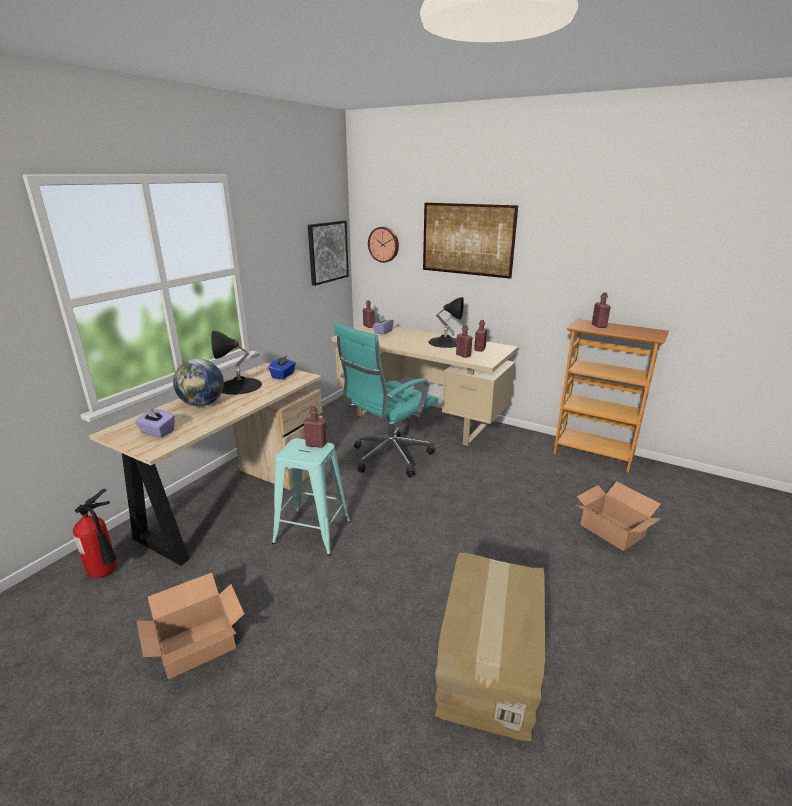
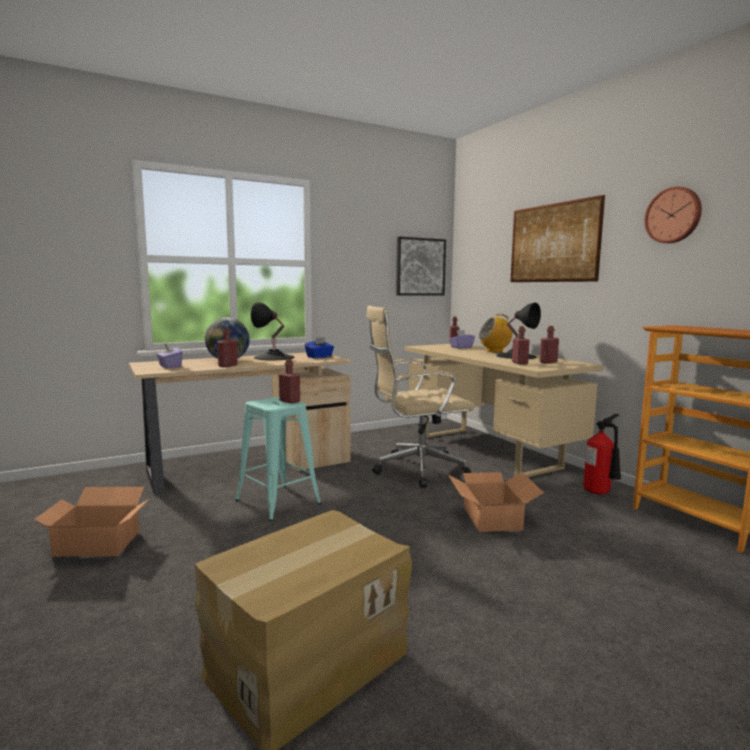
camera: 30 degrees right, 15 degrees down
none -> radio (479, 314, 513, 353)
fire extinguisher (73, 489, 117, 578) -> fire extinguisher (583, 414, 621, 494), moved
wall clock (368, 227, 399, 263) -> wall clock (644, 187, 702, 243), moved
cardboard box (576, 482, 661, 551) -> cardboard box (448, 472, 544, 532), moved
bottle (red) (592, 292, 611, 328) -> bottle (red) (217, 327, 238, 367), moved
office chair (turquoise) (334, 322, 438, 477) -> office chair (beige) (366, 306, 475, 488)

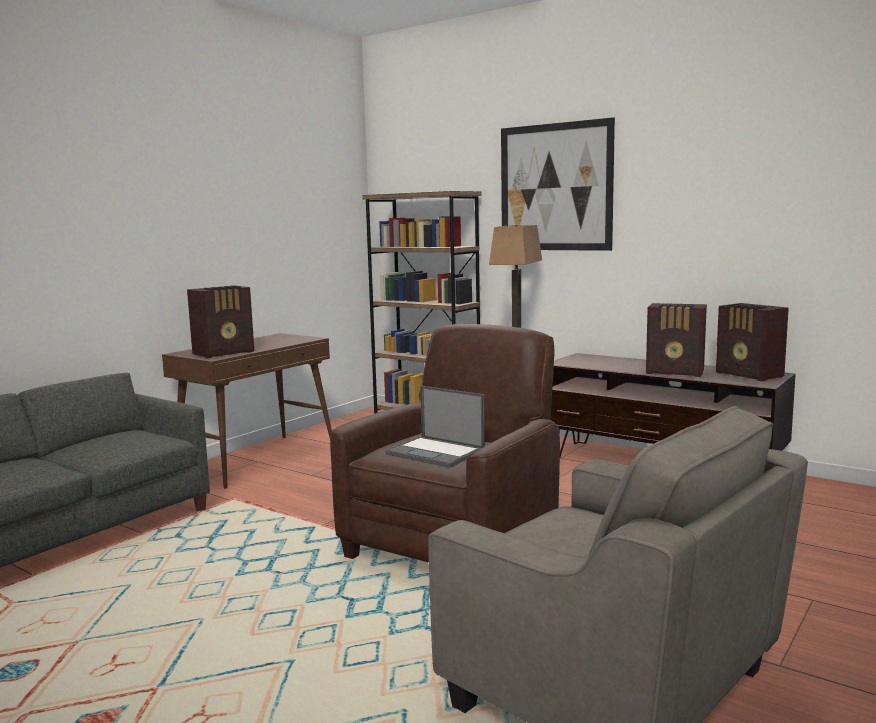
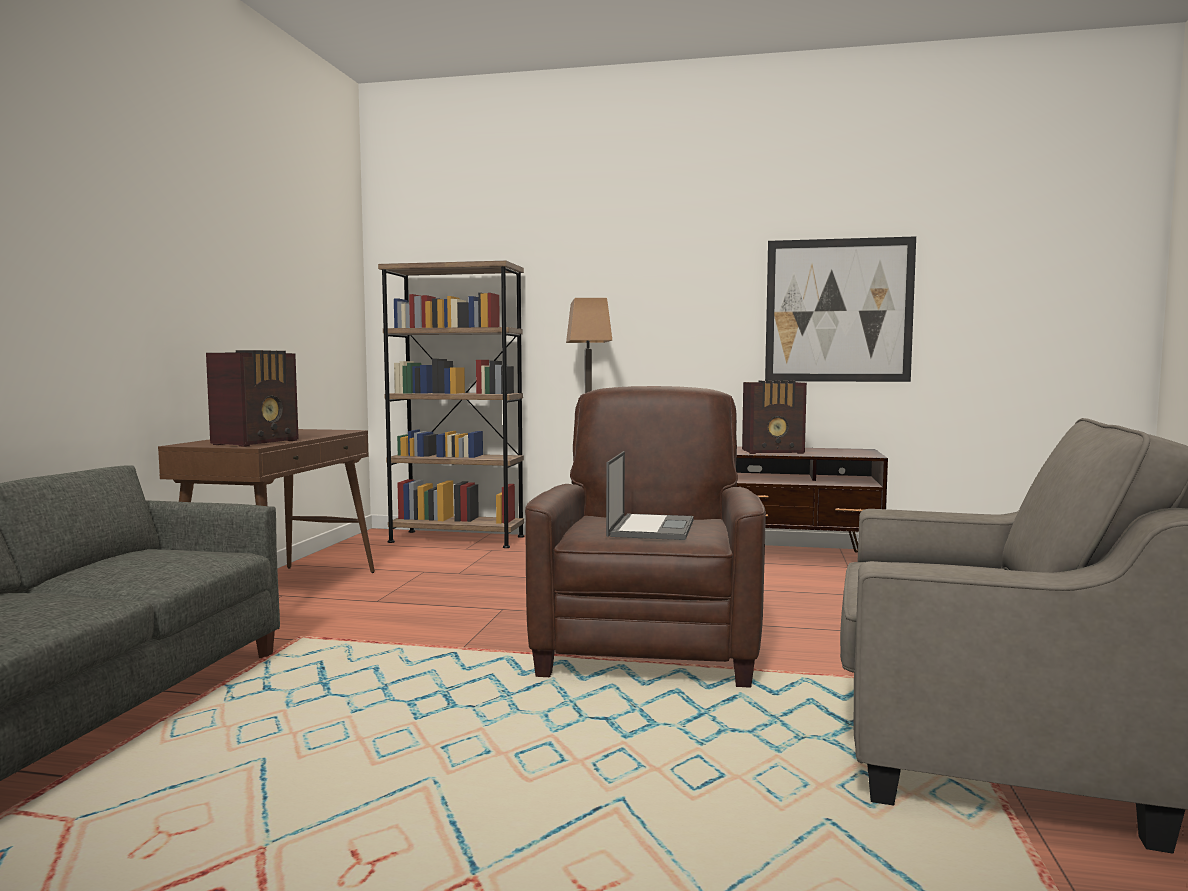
camera: 25 degrees left, 5 degrees down
radio (716, 303, 789, 381) -> none
picture (501, 117, 615, 251) -> picture (765, 236, 916, 382), moved
laptop (385, 386, 485, 468) -> laptop (606, 451, 694, 540), 90 degrees counterclockwise

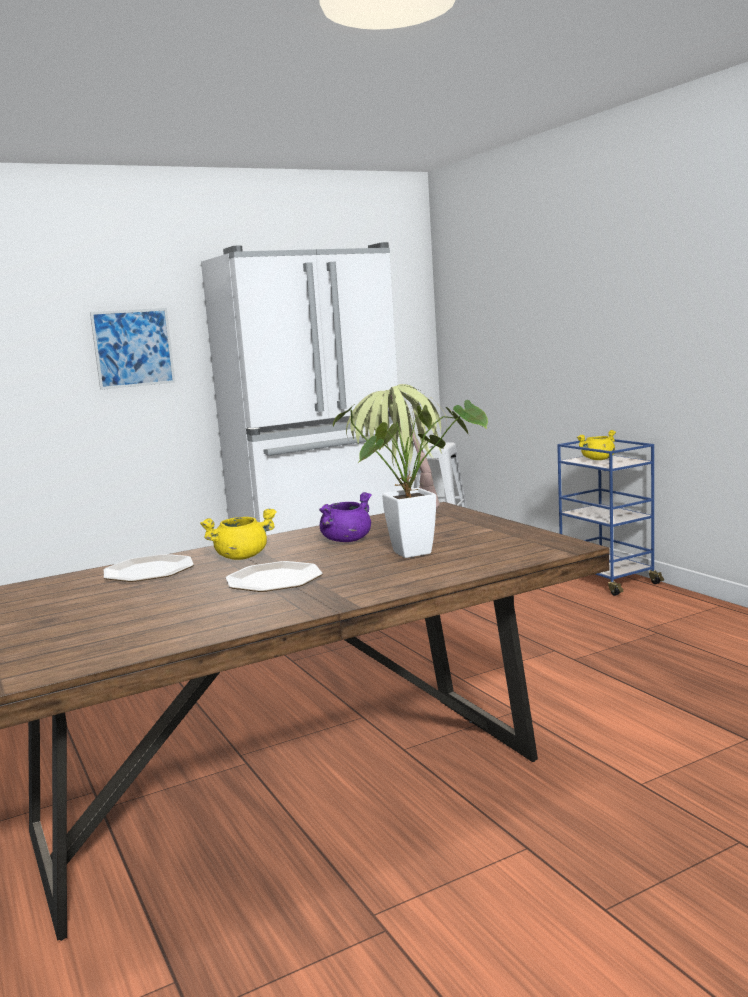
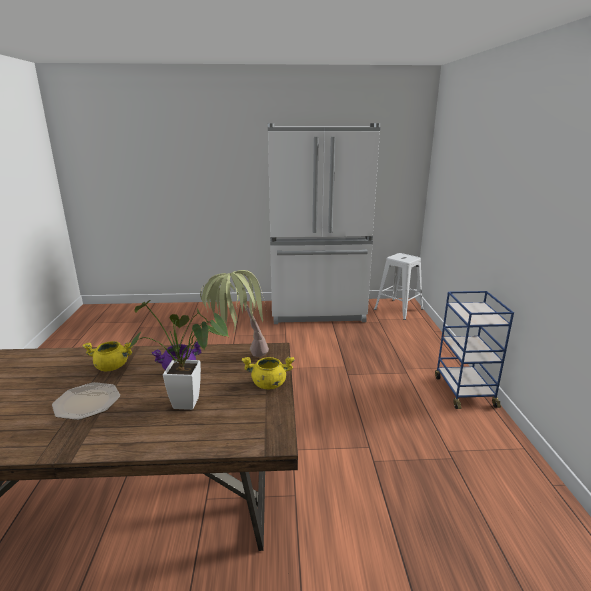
camera: 25 degrees right, 10 degrees up
picture (90, 308, 175, 390) -> none
plate (104, 554, 194, 582) -> none
cooking pot (yellow) (577, 430, 616, 460) -> cooking pot (yellow) (242, 357, 294, 389), moved

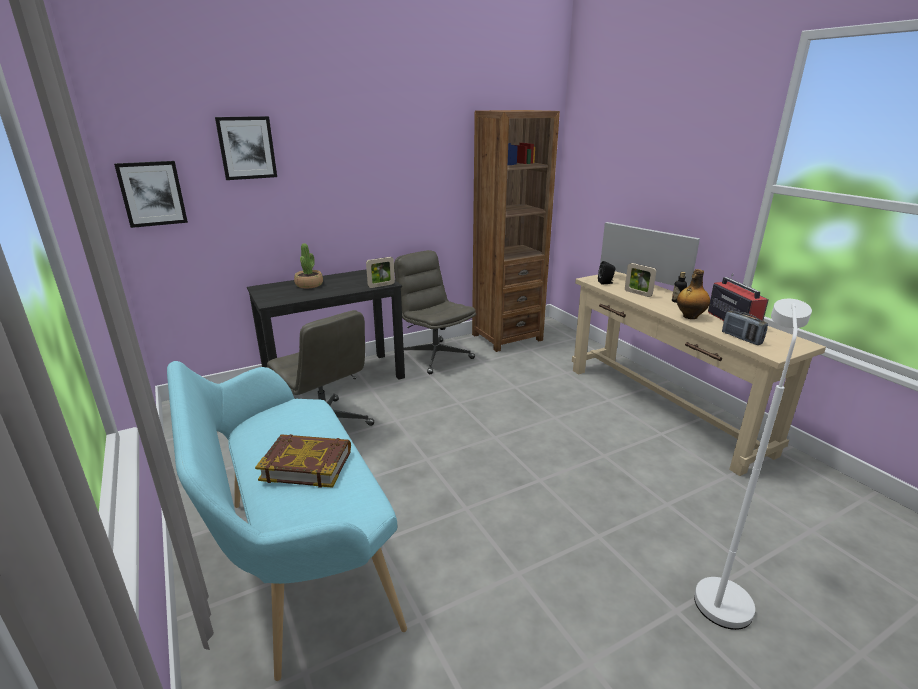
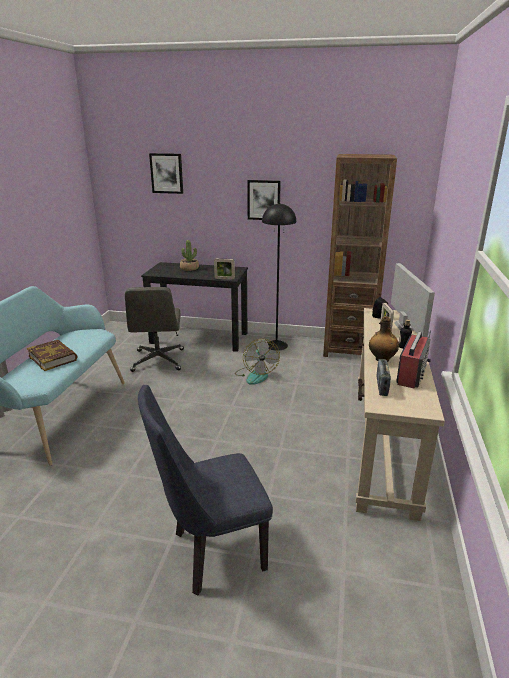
camera: 40 degrees right, 0 degrees up
none -> fan (235, 339, 280, 385)
picture (114, 161, 188, 228) -> picture (247, 180, 281, 220), moved
office chair (grey) (394, 250, 476, 374) -> floor lamp (black) (262, 203, 296, 351)
floor lamp (white) (694, 299, 812, 630) -> chair (blue) (138, 385, 273, 595)

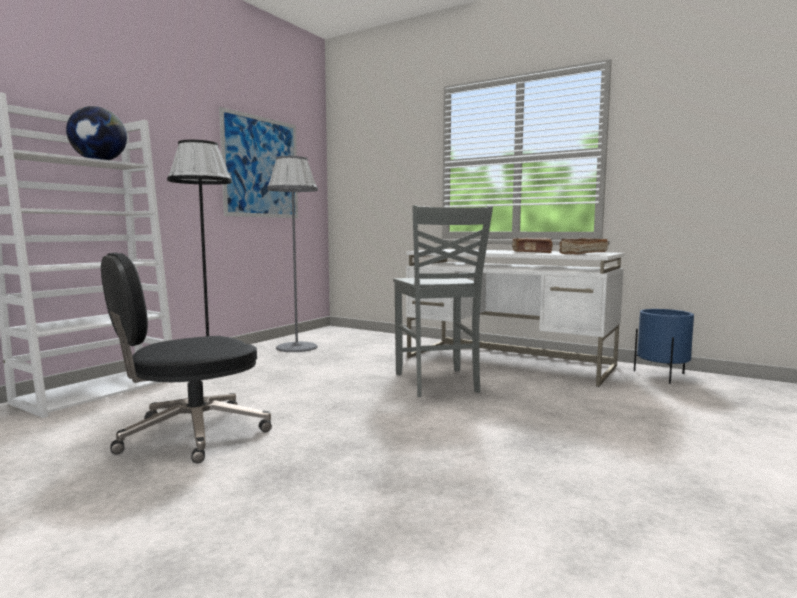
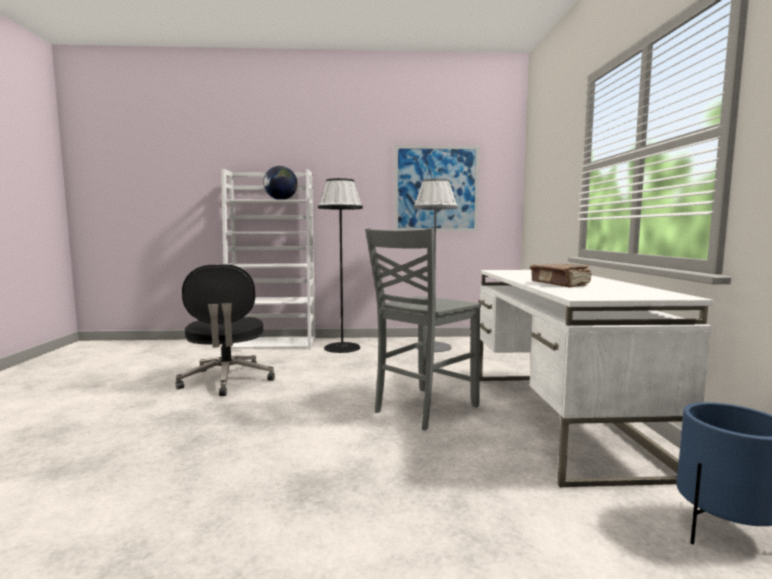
camera: 55 degrees right, 0 degrees up
book (brown) (559, 238, 608, 255) -> none
office chair (black) (101, 252, 272, 463) -> office chair (black) (175, 264, 275, 396), 120 degrees counterclockwise

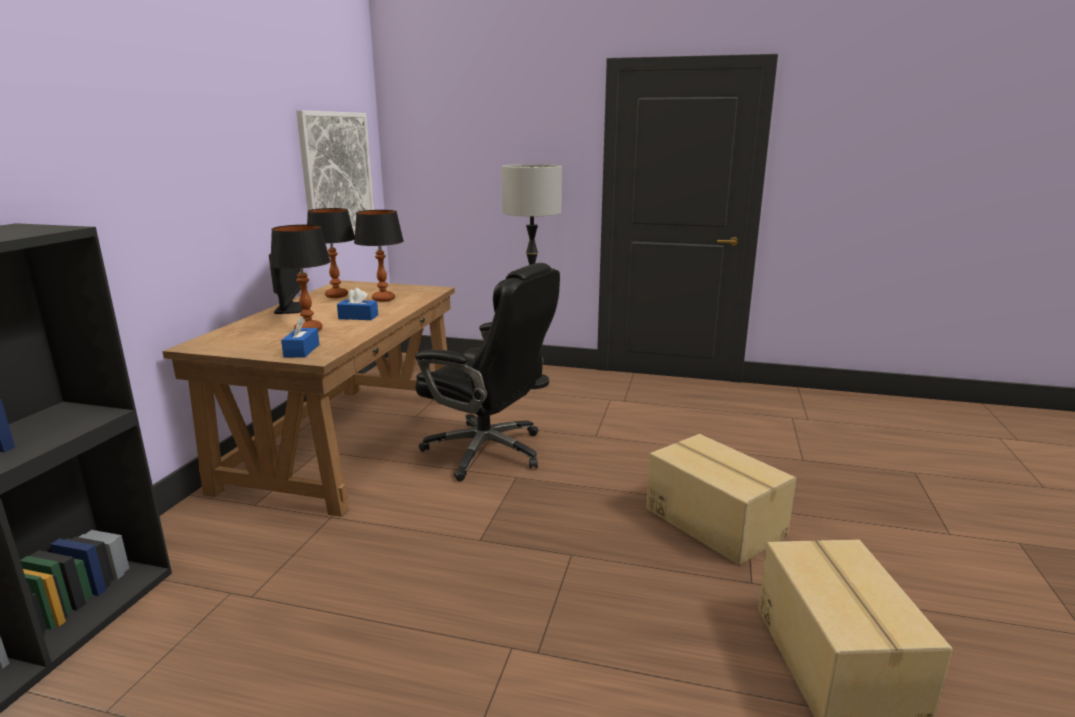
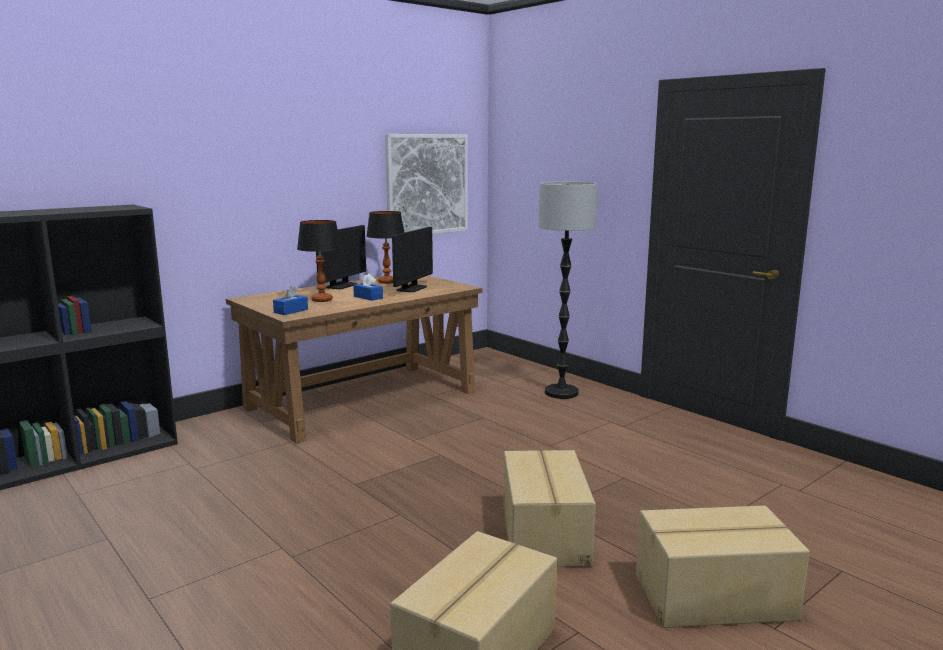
camera: 35 degrees right, 5 degrees down
office chair (black) (415, 263, 560, 481) -> none
none -> cardboard box (636, 506, 810, 628)
table lamp (354, 210, 404, 302) -> monitor (392, 227, 433, 292)

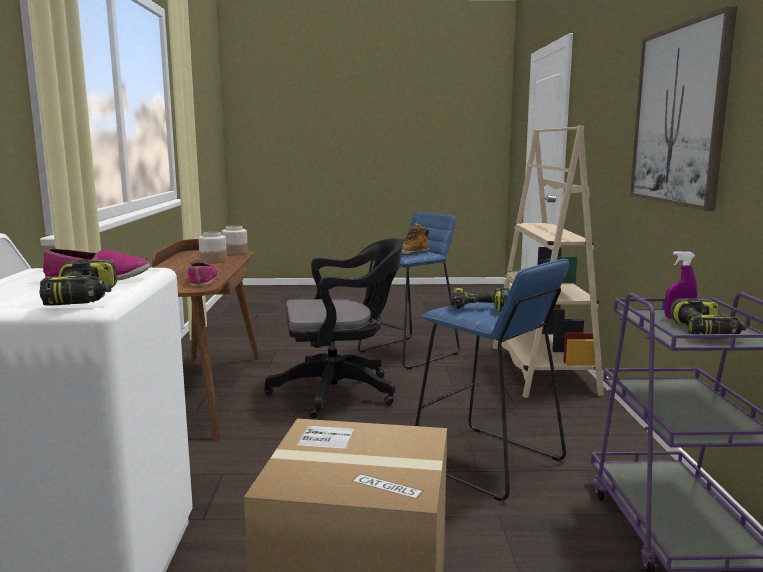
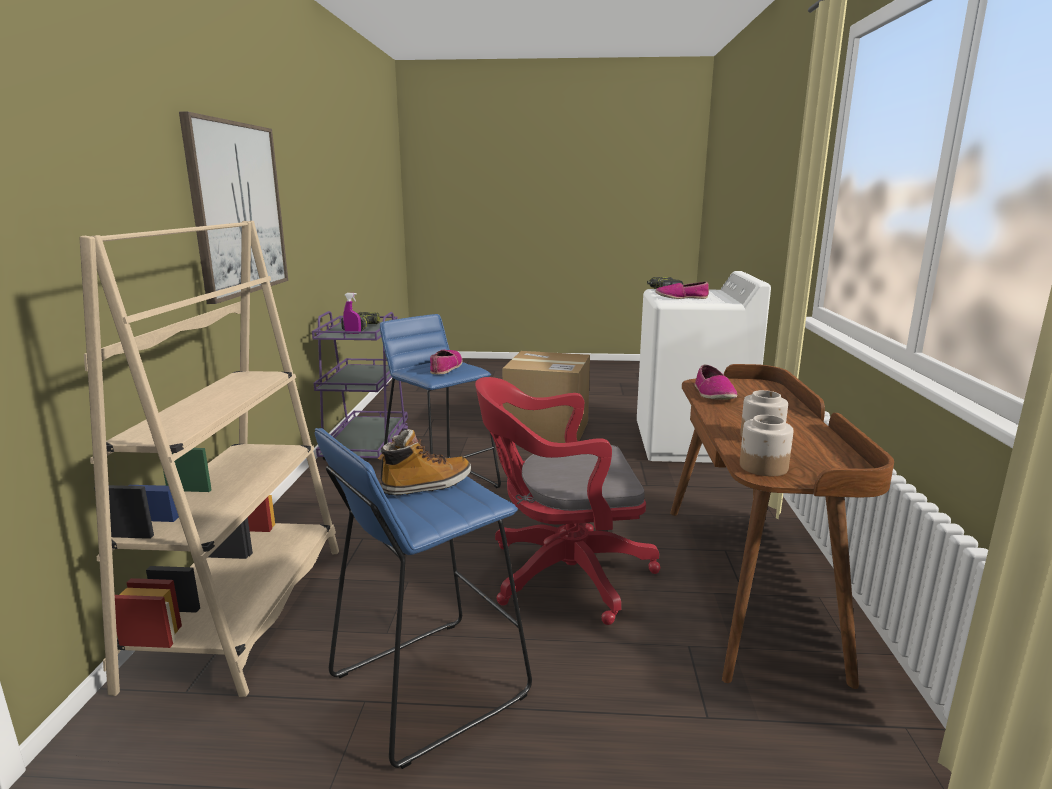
camera: 175 degrees left, 5 degrees up
power drill (450, 287, 509, 312) -> shoe (430, 350, 462, 375)
office chair (black) (264, 238, 403, 419) -> office chair (red) (475, 377, 661, 625)

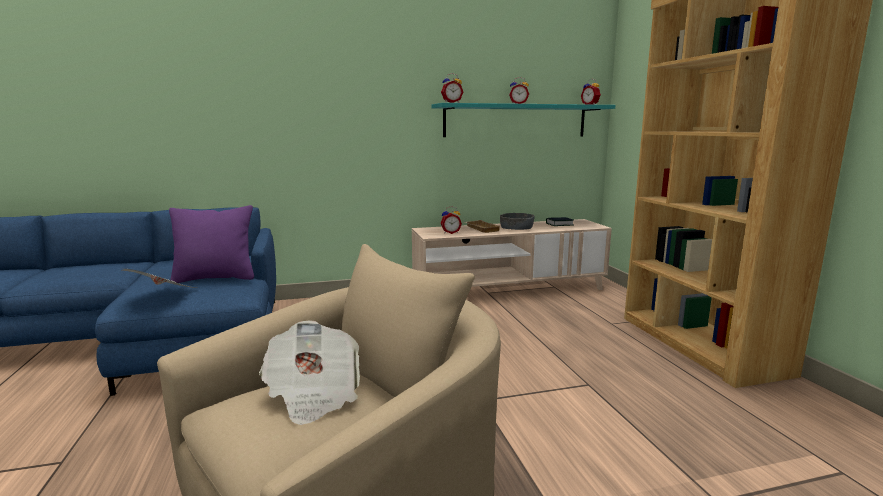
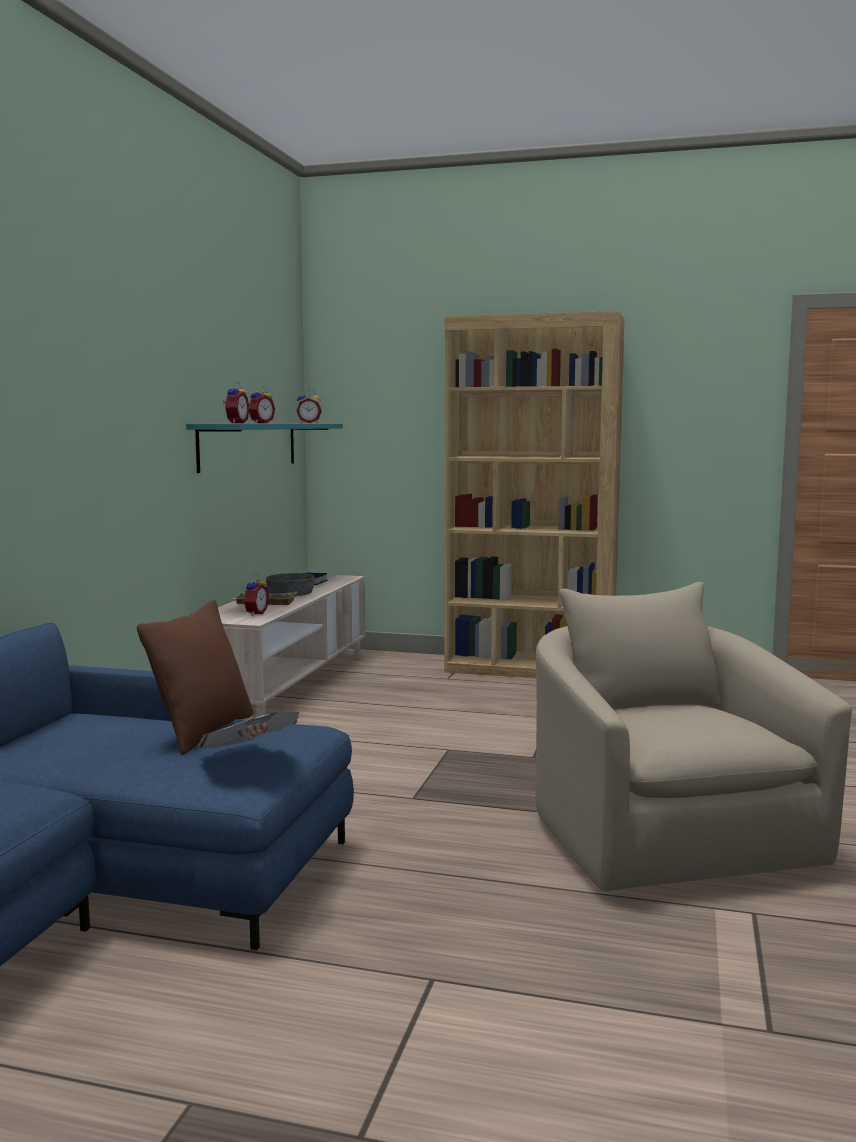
camera: 60 degrees left, 5 degrees down
newspaper (259, 321, 360, 425) -> none
pillow (purple) (169, 205, 254, 283) -> pillow (brown) (137, 600, 254, 755)

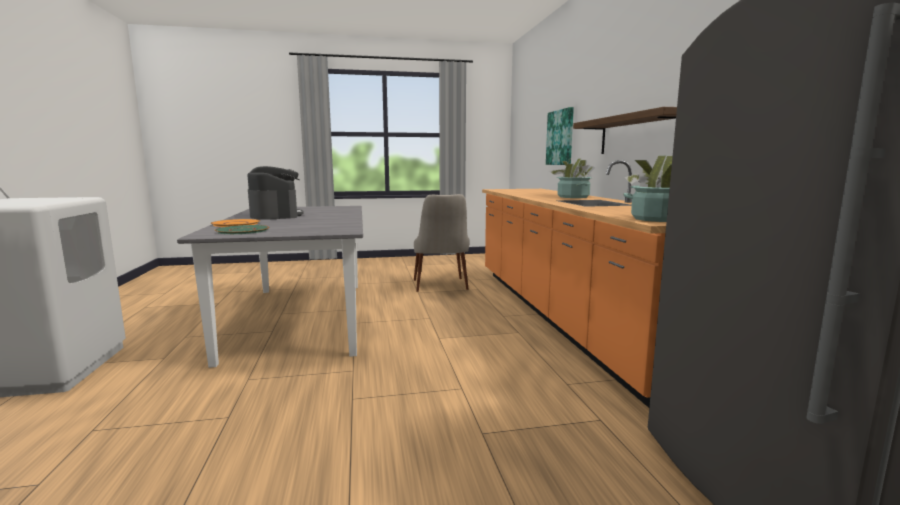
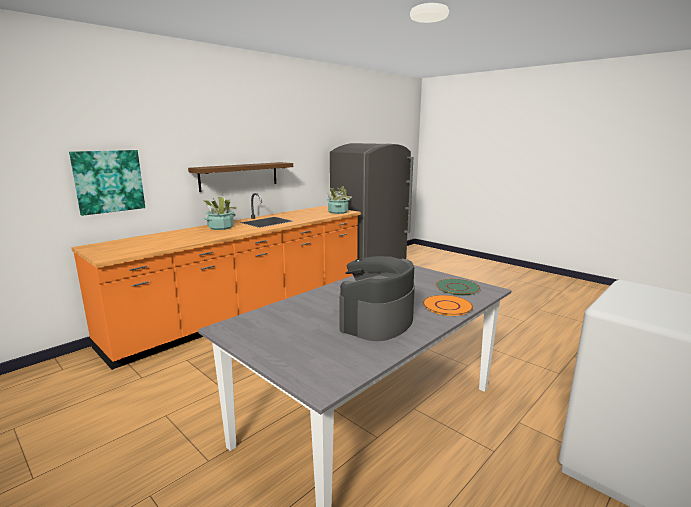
camera: 125 degrees left, 5 degrees up
chair (beige) (414, 194, 470, 292) -> none

